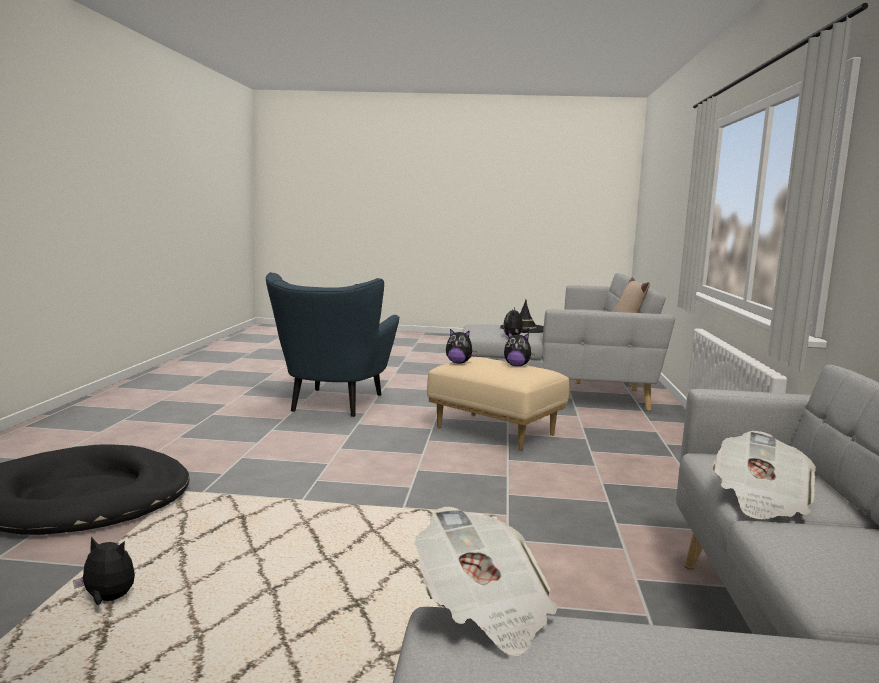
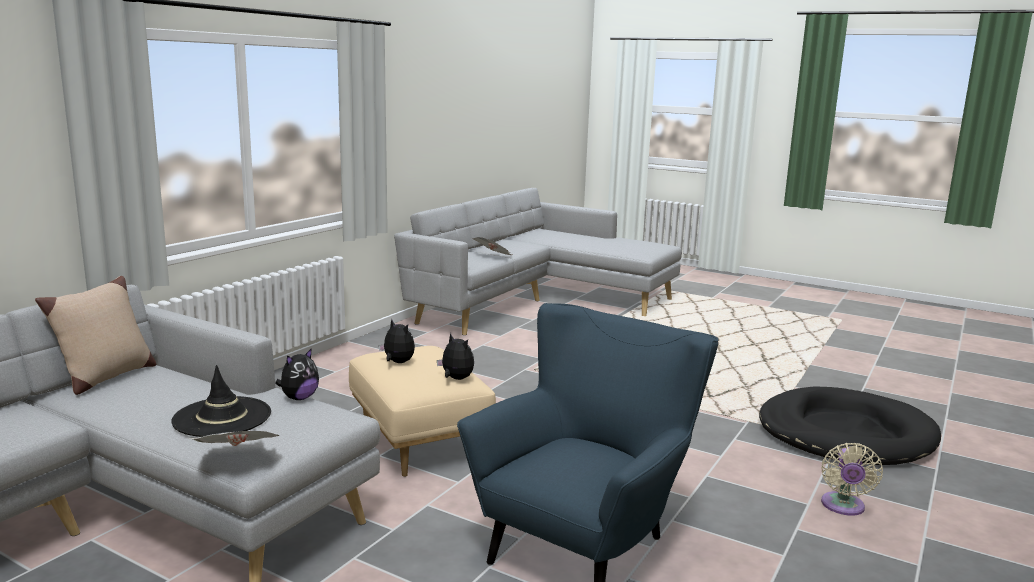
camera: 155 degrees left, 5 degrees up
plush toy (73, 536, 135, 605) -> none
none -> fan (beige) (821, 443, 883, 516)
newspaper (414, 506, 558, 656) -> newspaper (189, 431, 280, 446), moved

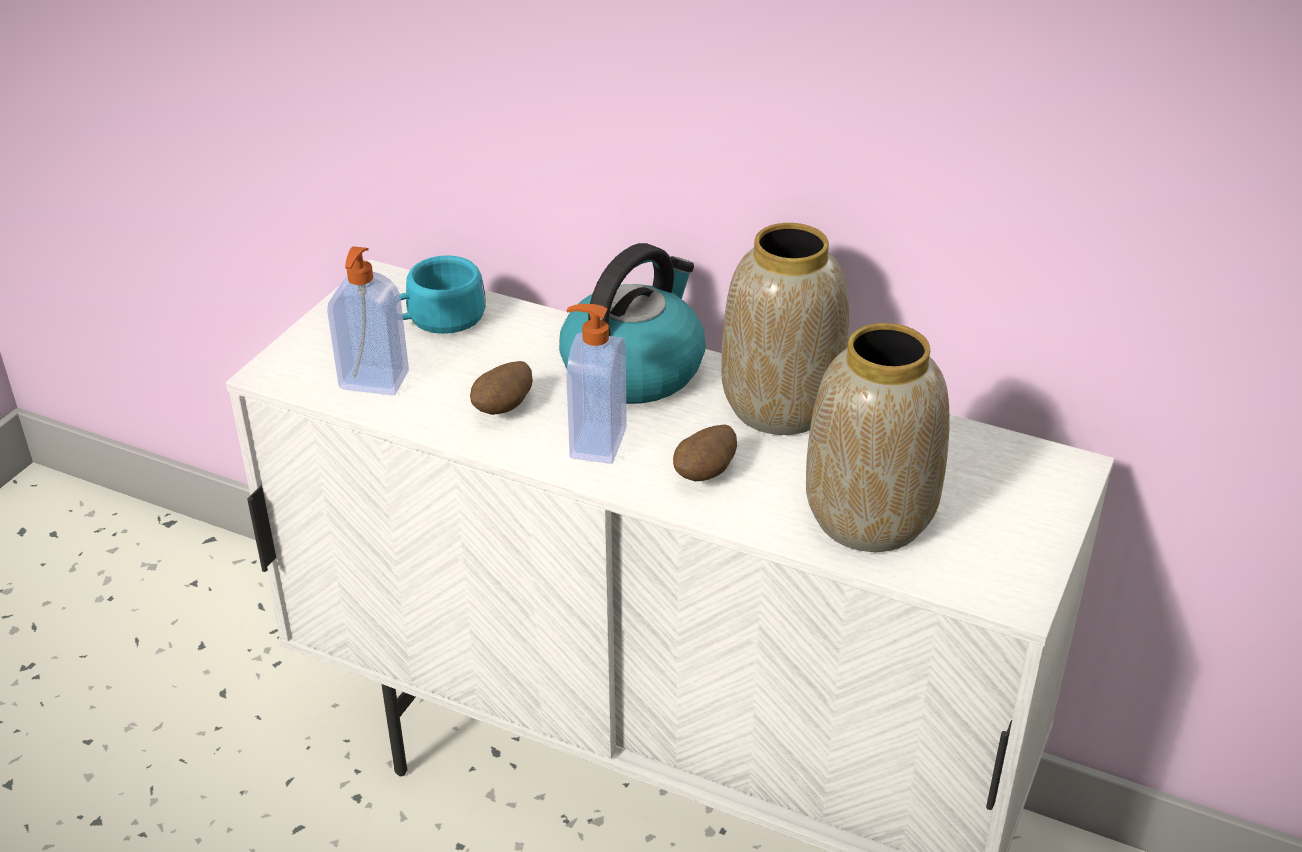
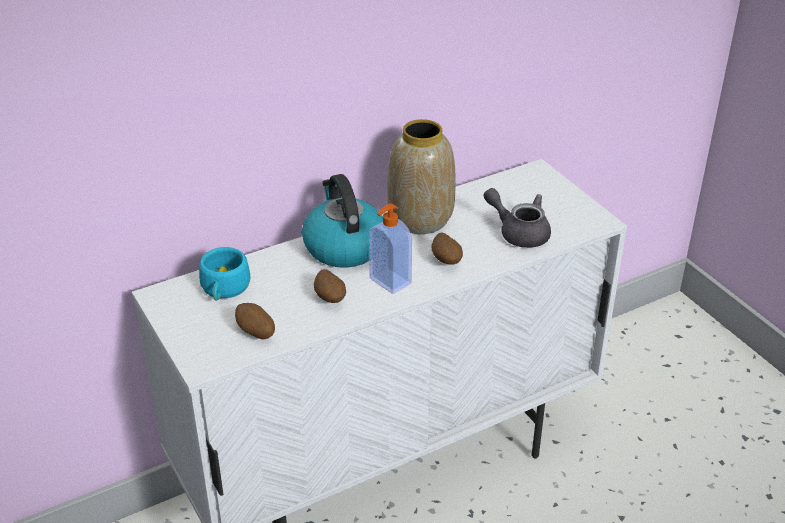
camera: 55 degrees left, 0 degrees up
soap dispenser (327, 246, 409, 395) -> potato (235, 303, 275, 340)
vase (806, 323, 950, 552) -> teapot (grey) (483, 188, 551, 248)

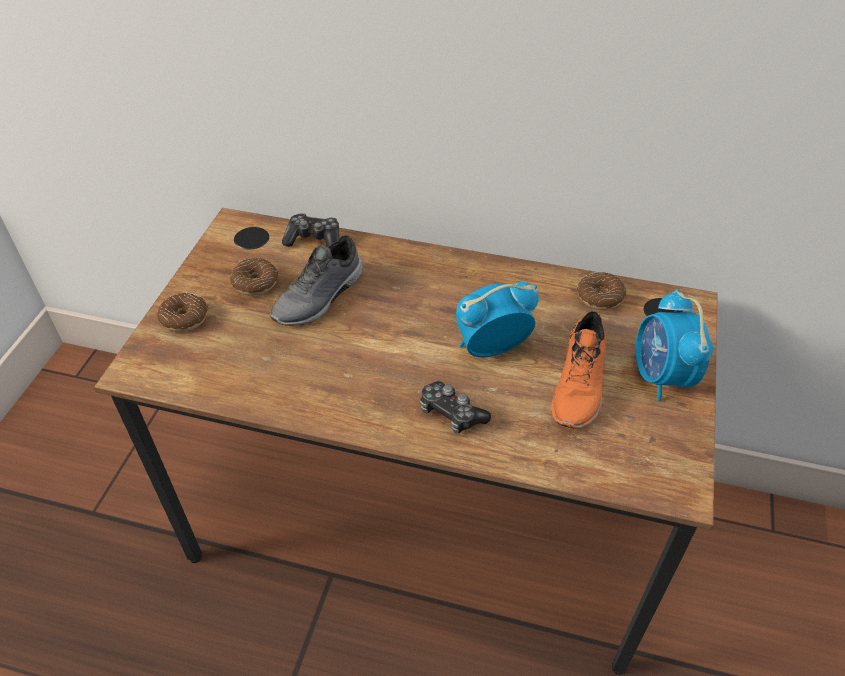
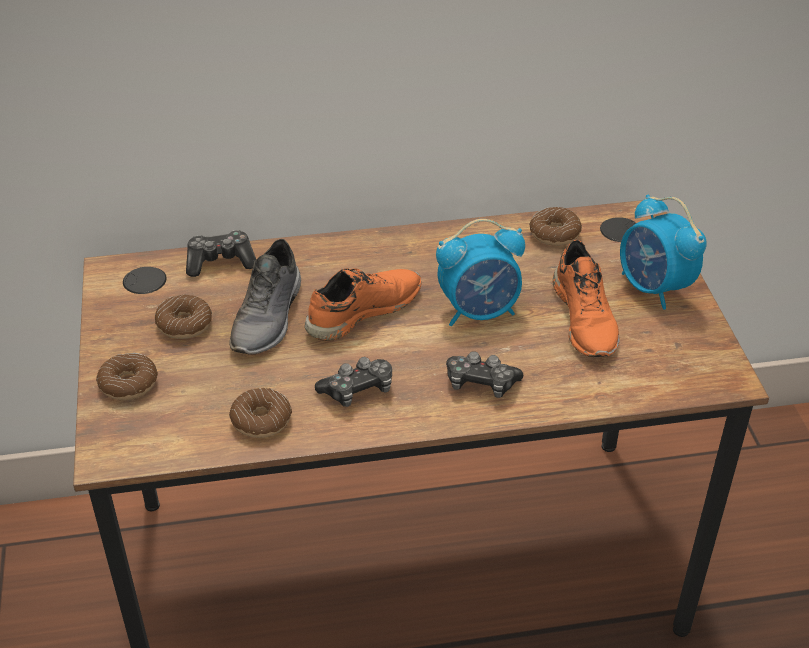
camera: 25 degrees left, 5 degrees down
none -> donut (229, 388, 292, 438)
none -> shoe (orange) (305, 268, 422, 341)
none -> game controller (315, 357, 392, 407)
alarm clock (456, 282, 539, 357) -> alarm clock (436, 219, 525, 326), 150 degrees counterclockwise

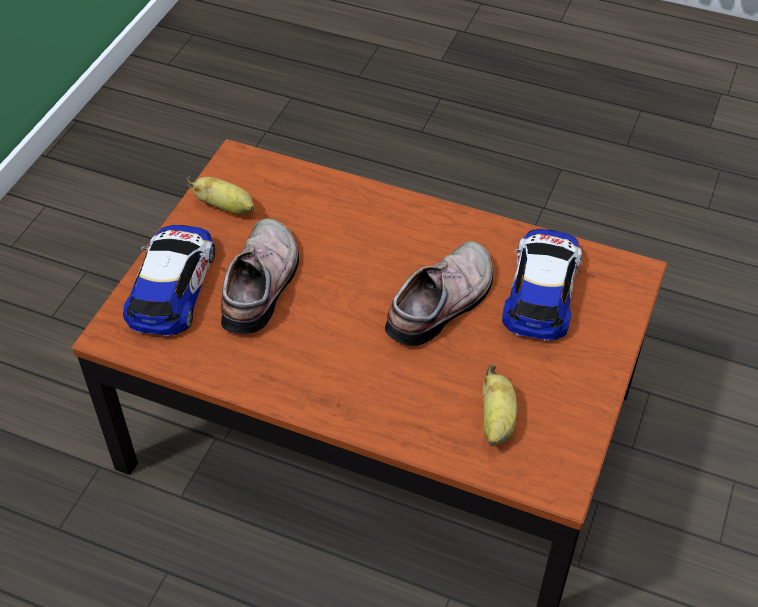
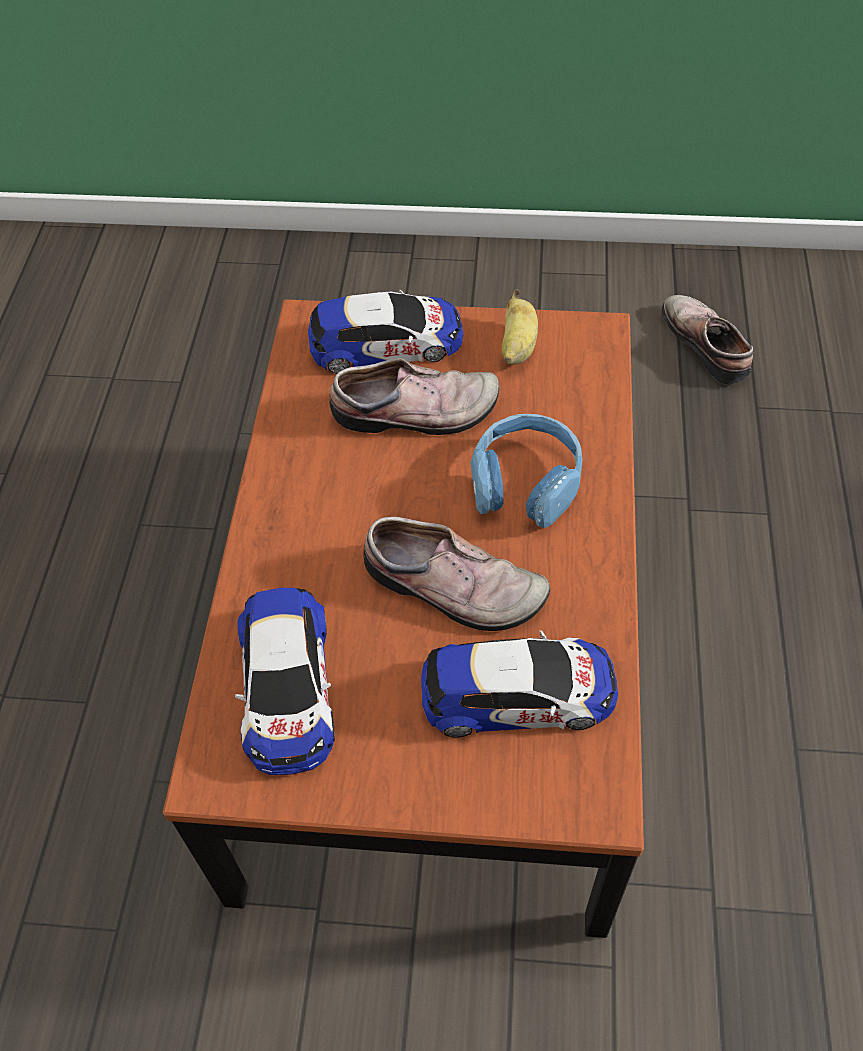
camera: 75 degrees right, 5 degrees up
none -> headphones (blue) (470, 414, 583, 528)
none -> shoe (662, 295, 753, 385)
banana (483, 365, 517, 446) -> toy car (235, 588, 335, 775)

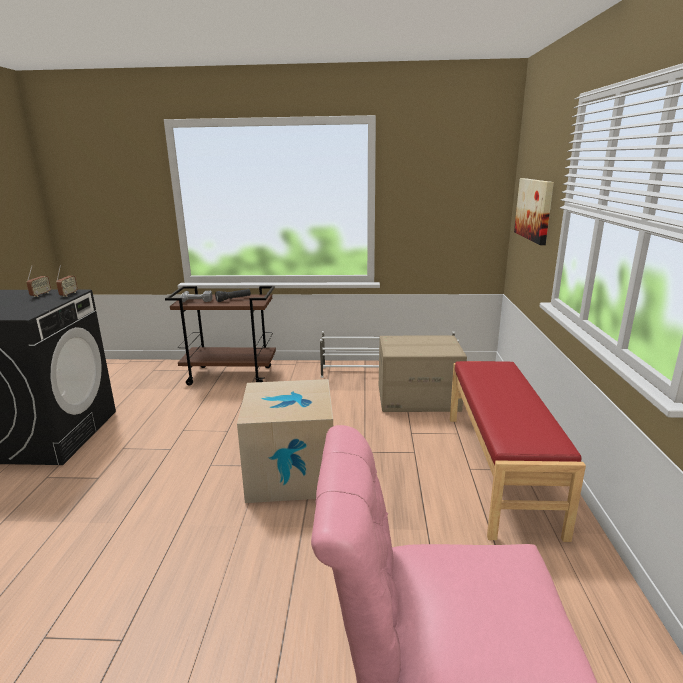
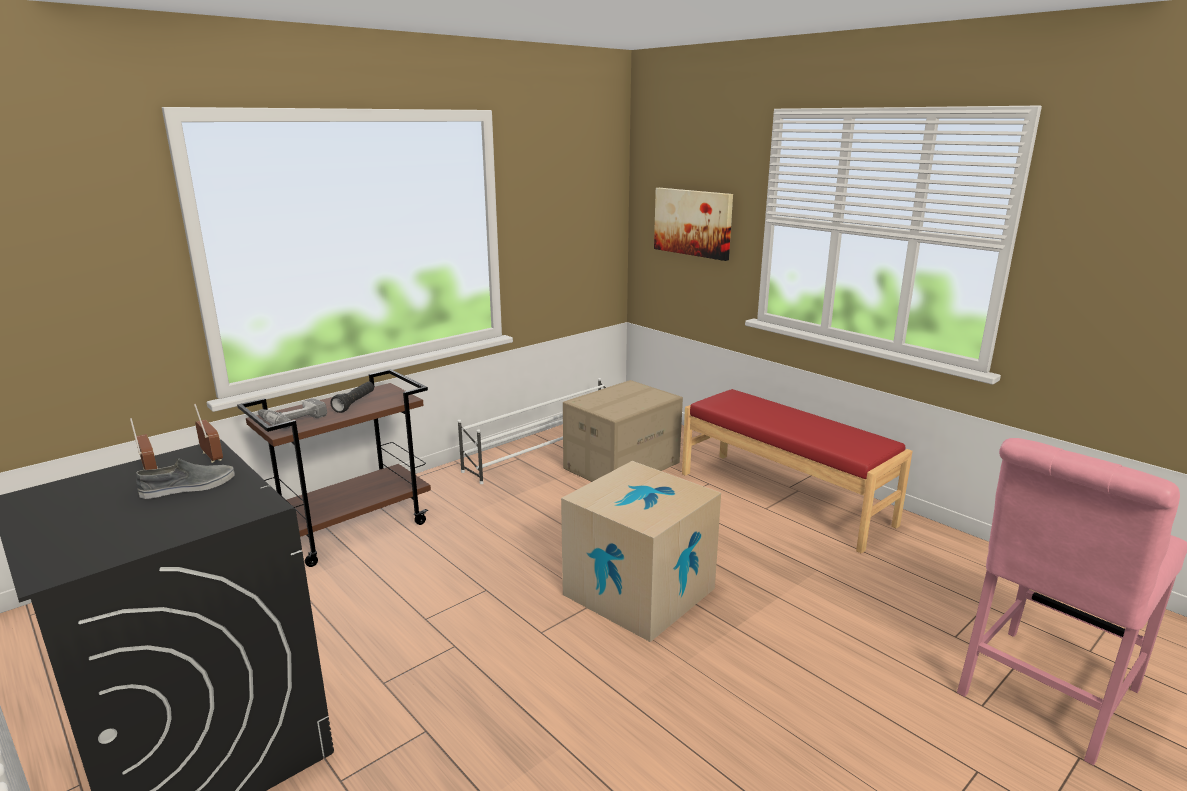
camera: 45 degrees left, 0 degrees up
none -> shoe (grey) (136, 458, 235, 499)

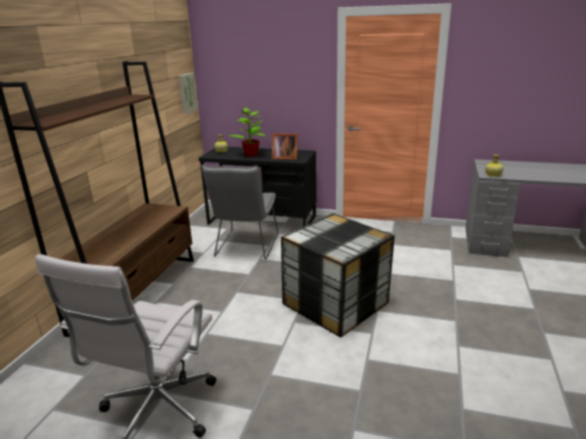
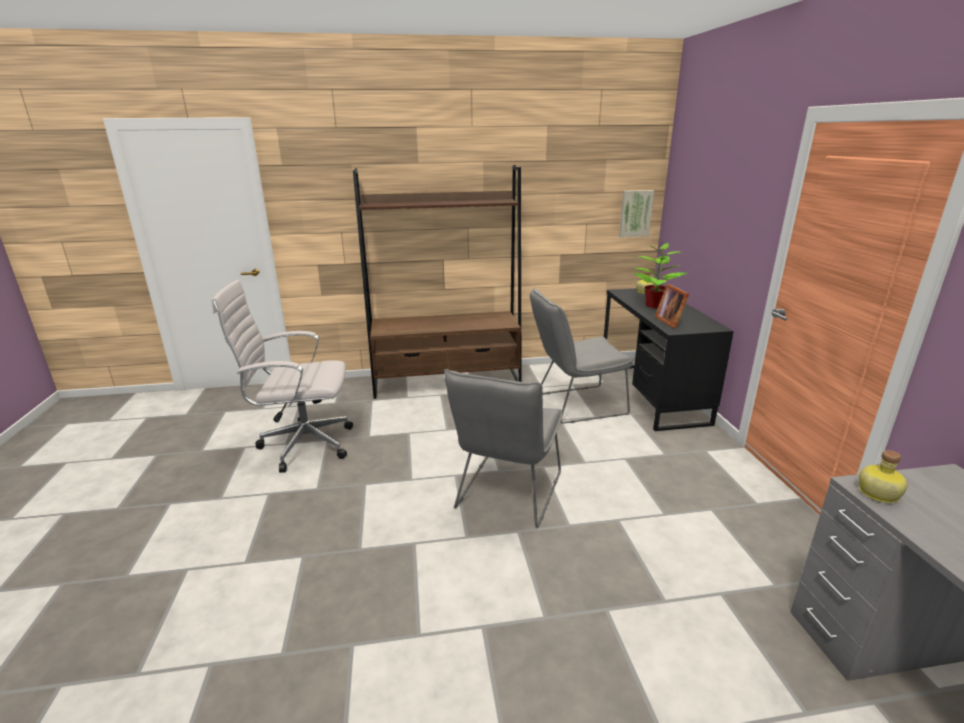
camera: 65 degrees right, 0 degrees up
storage box (281, 213, 395, 338) -> chair (grey) (444, 369, 563, 528)

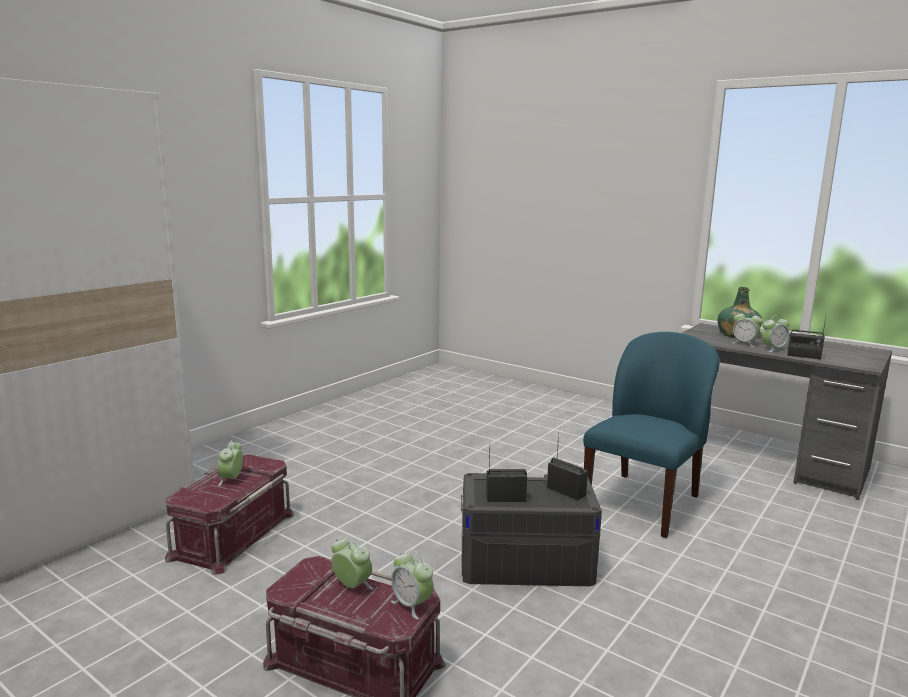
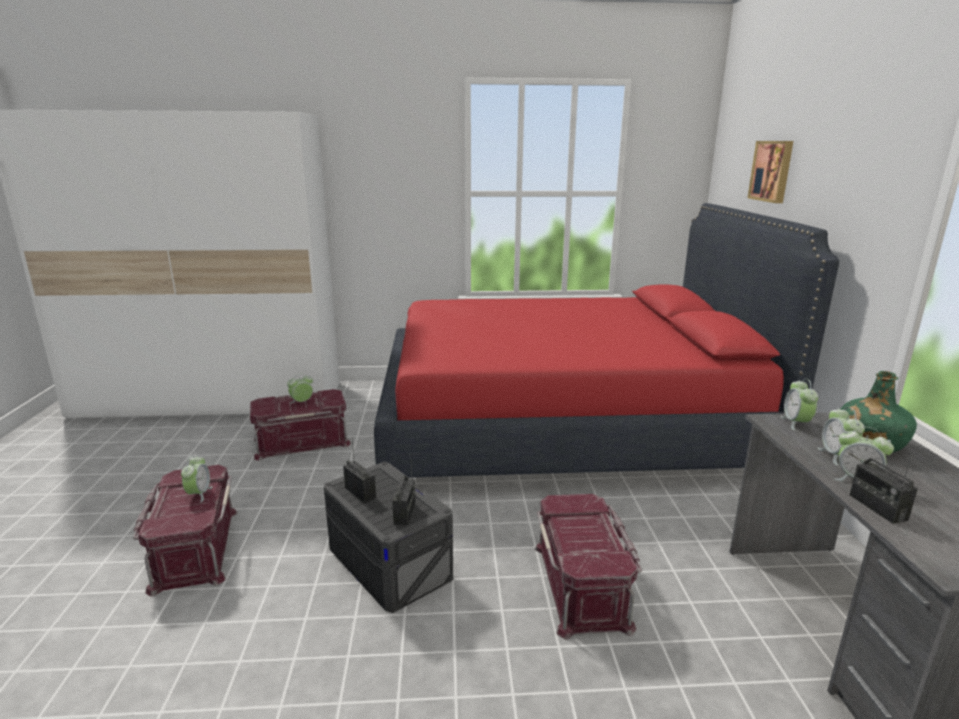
camera: 50 degrees right, 5 degrees up
none -> bed (red) (374, 203, 839, 477)
none -> picture (748, 141, 793, 203)
alarm clock (391, 550, 433, 620) -> alarm clock (781, 379, 818, 431), moved
chair (blue) (583, 332, 719, 538) -> storage box (red) (535, 494, 642, 640)

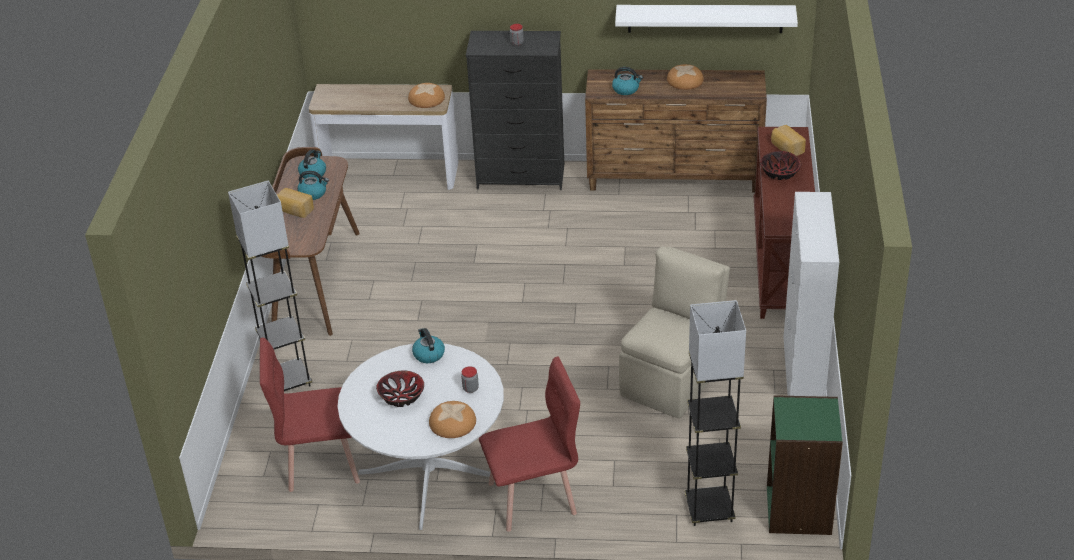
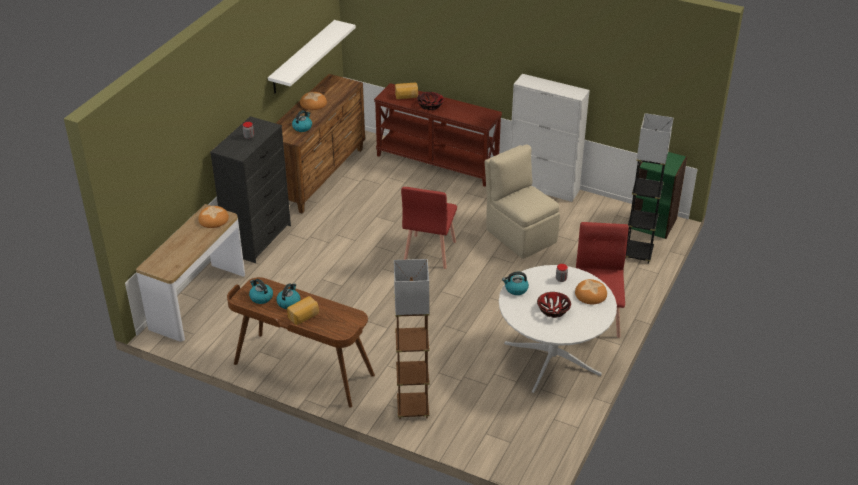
camera: 70 degrees left, 0 degrees up
chair (red) (260, 338, 360, 492) -> chair (red) (401, 187, 457, 269), moved
floor lamp (grey) (228, 180, 312, 391) -> floor lamp (brown) (394, 259, 429, 419)

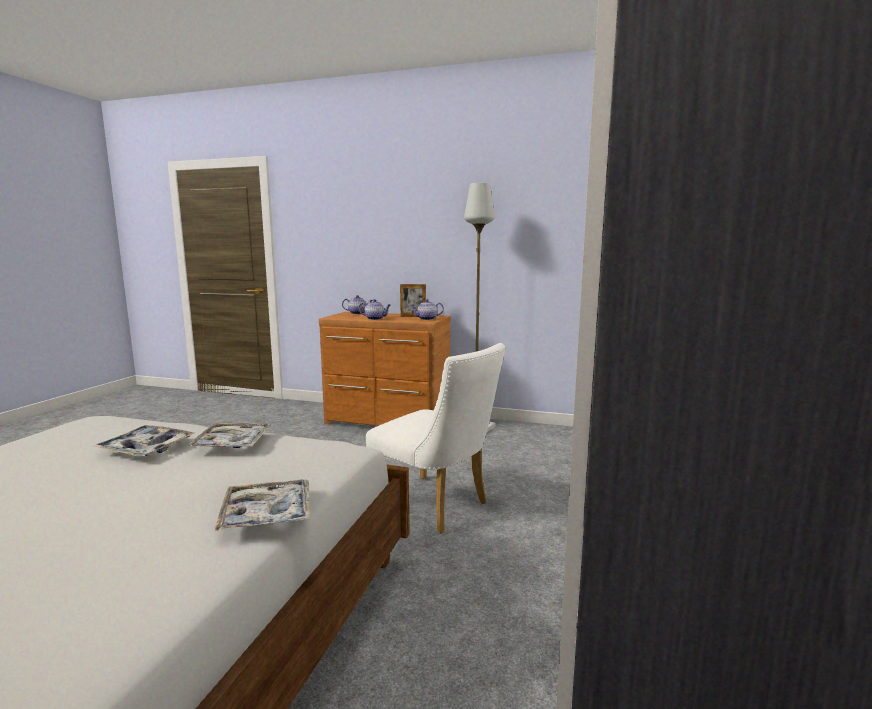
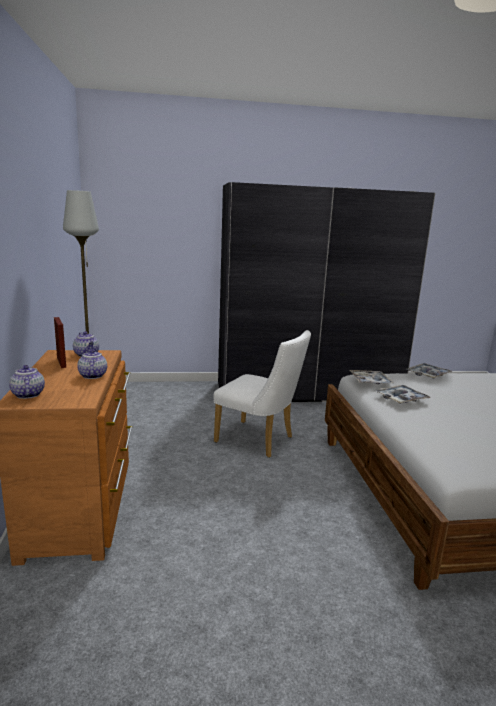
camera: 115 degrees left, 5 degrees up
tray (94, 425, 194, 456) -> tray (350, 370, 394, 384), moved
chair (white) (366, 343, 505, 533) -> chair (white) (214, 330, 311, 458), 105 degrees clockwise

